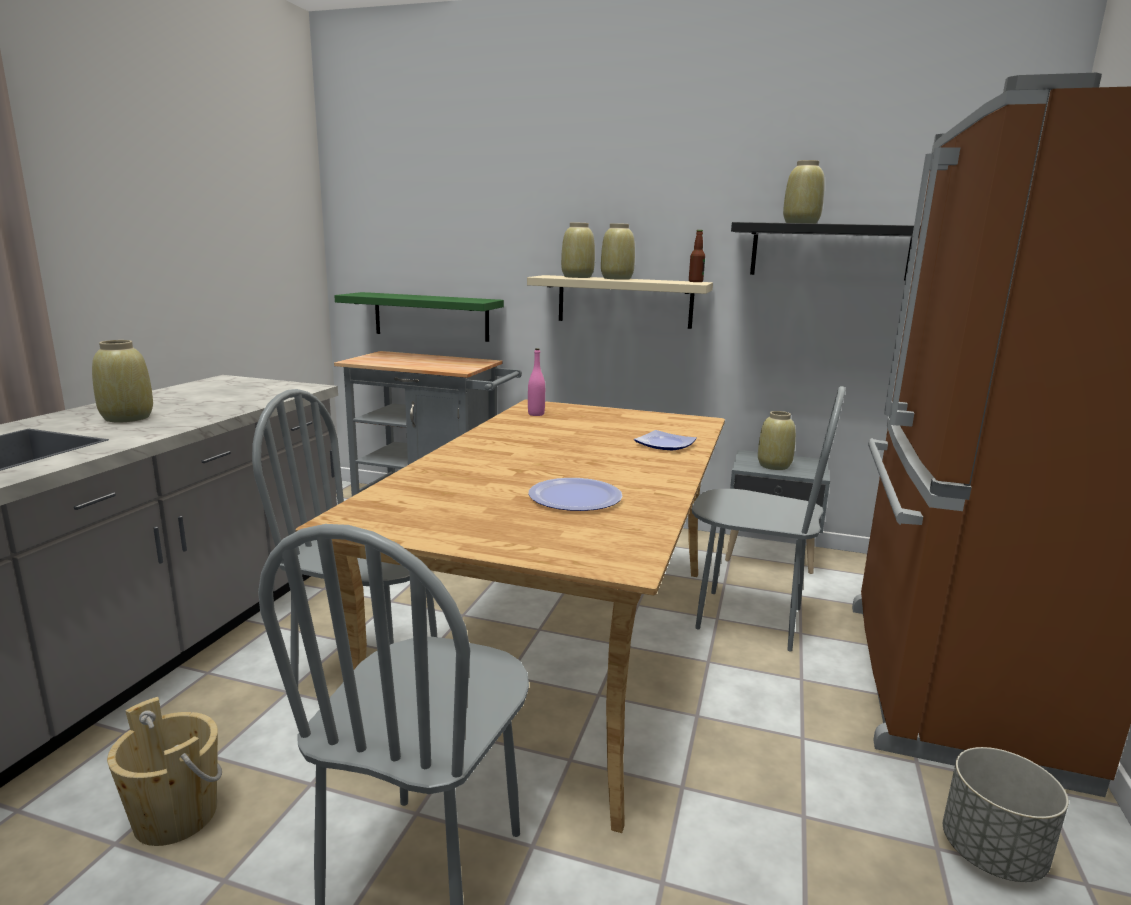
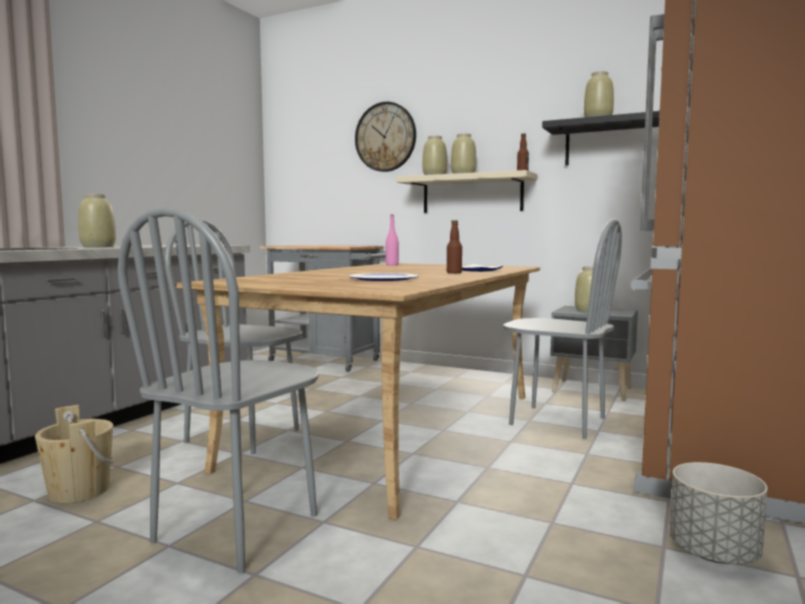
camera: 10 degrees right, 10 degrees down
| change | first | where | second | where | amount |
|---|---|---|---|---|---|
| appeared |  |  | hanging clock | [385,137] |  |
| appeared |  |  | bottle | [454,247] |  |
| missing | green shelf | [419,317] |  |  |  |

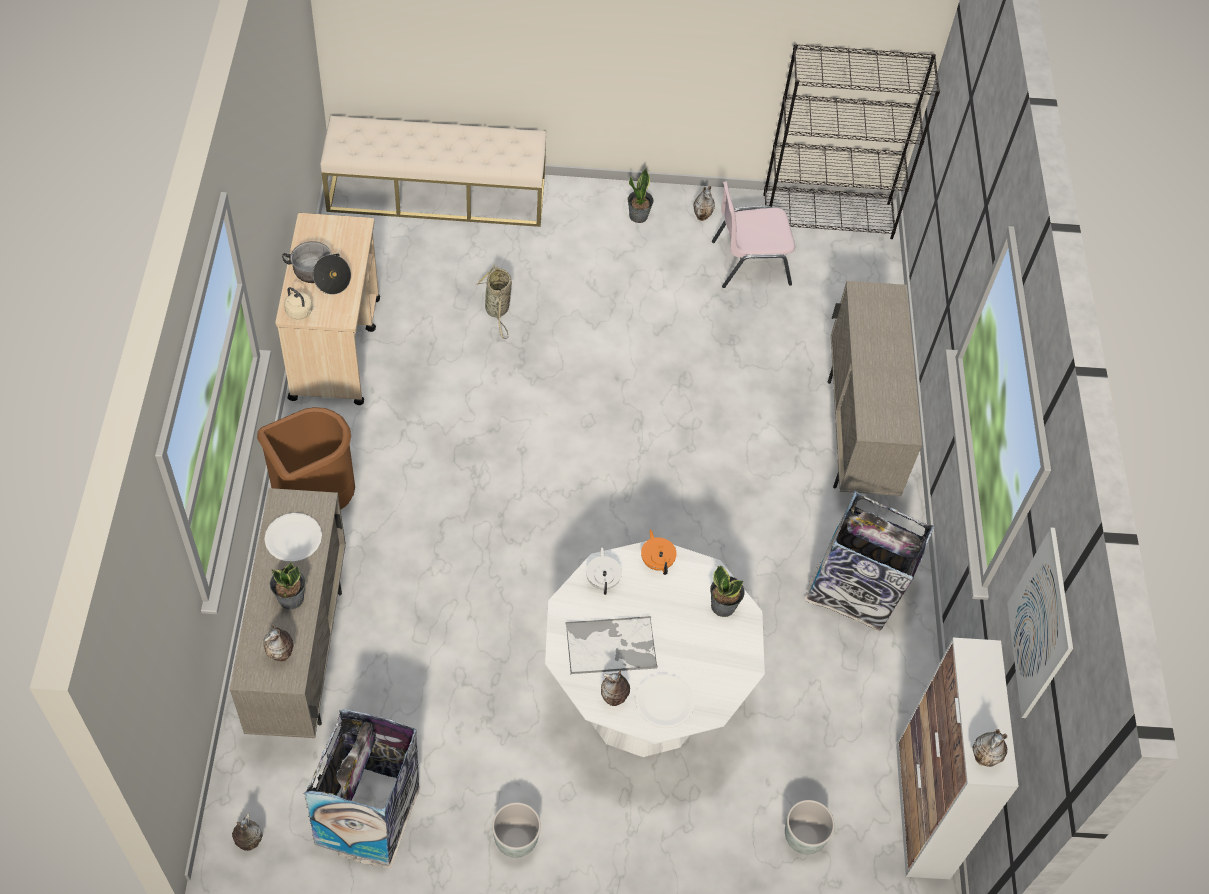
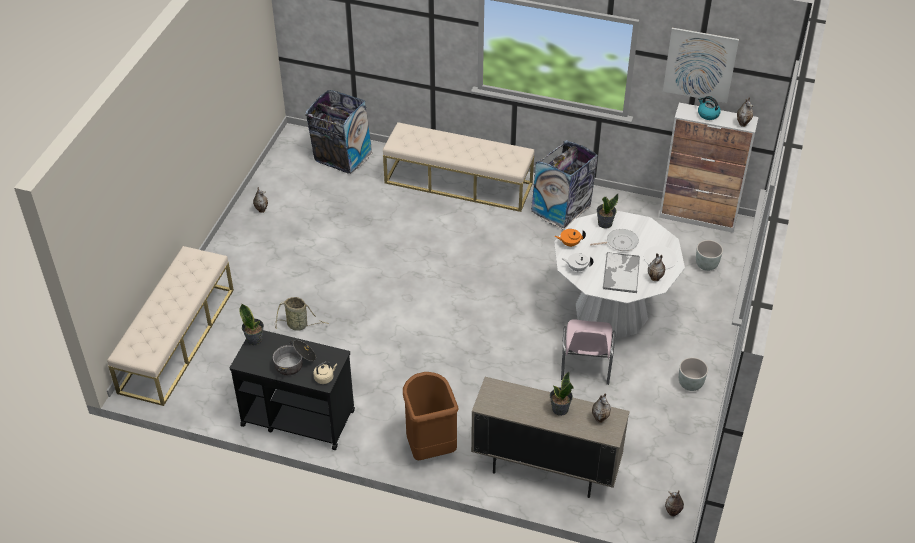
camera: 70 degrees left, 10 degrees down
| change | first | where | second | where | amount |
|---|---|---|---|---|---|
| colour | beige-coloured trolley | [327,309] | black trolley | [292,390] |  |
| relocated | plant in a pot | [641,195] |  | [251,324] |  |
| relocated | waste bin | [361,789] |  | [339,132] |  |
| exchanged | beige-coloured cabinet | [875,388] | beige-coloured long seat | [458,167] |  |
| relocated | pinkish upright chair | [753,234] |  | [588,352] |  |
| appeared |  |  | skillet | [614,240] |  |
| appeared |  |  | kettle | [709,108] |  |
| missing | whitish flat dish | [293,537] |  |  |  |
| missing | black shelving unit | [851,141] |  |  |  |

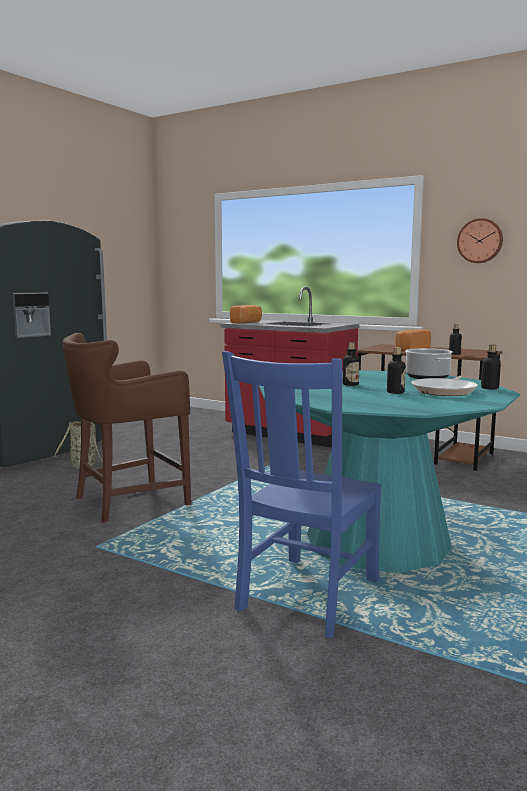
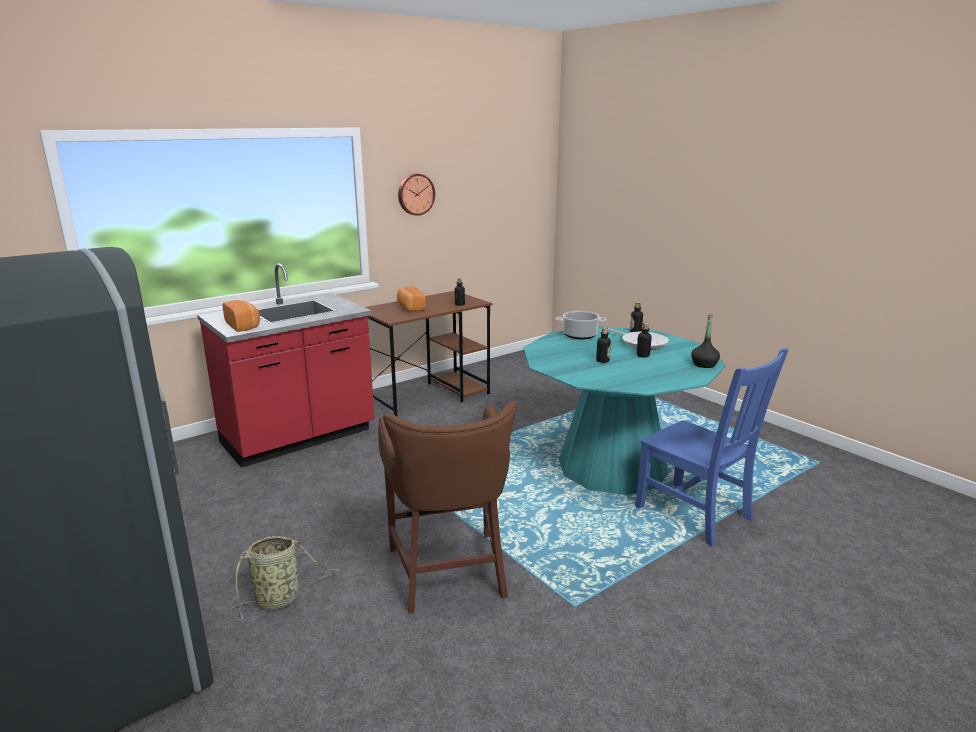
camera: 70 degrees left, 10 degrees up
| change | first | where | second | where | amount |
|---|---|---|---|---|---|
| appeared |  |  | black bottle | [705,341] |  |

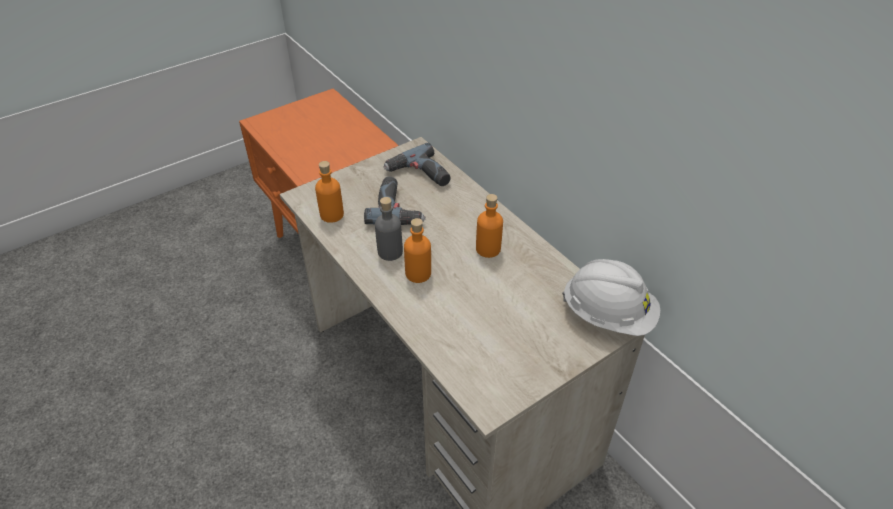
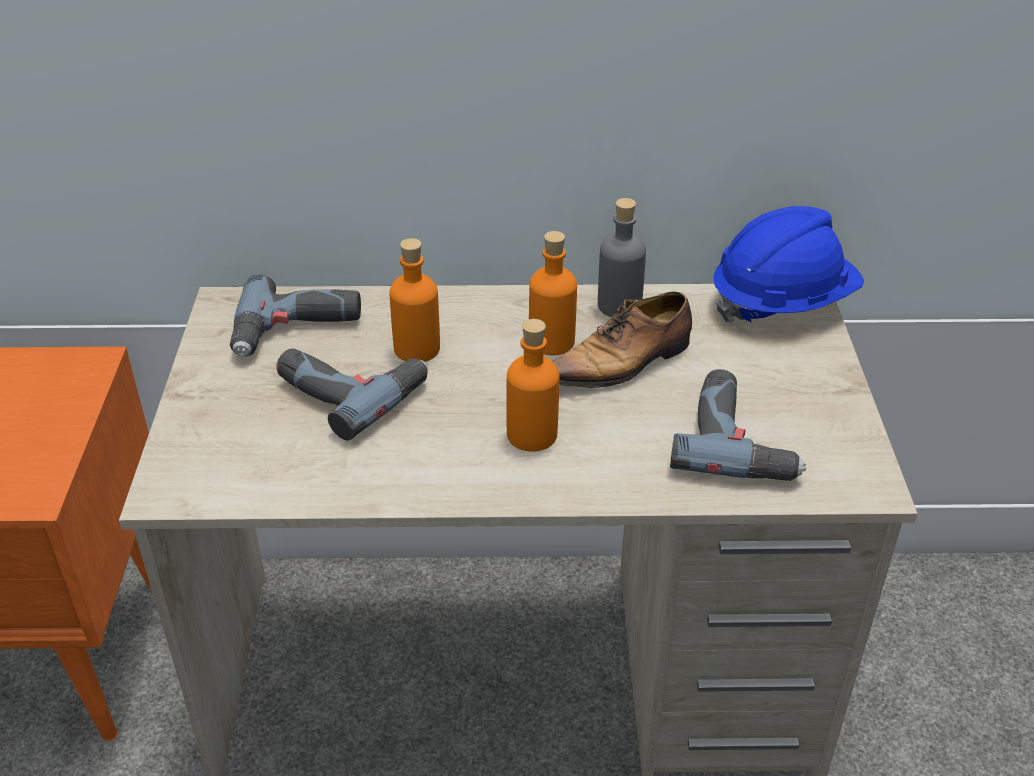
camera: 55 degrees left, 5 degrees down
| change | first | where | second | where | amount |
|---|---|---|---|---|---|
| relocated | orange-coloured bottle | [329,192] |  | [414,300] |  |
| appeared |  |  | shoe | [622,343] |  |
| relocated | gray bottle | [389,229] |  | [622,257] |  |
| appeared |  |  | electric drill | [738,425] |  |
| colour | whitish hard hat | [611,297] | blue-coloured hard hat | [788,264] |  |

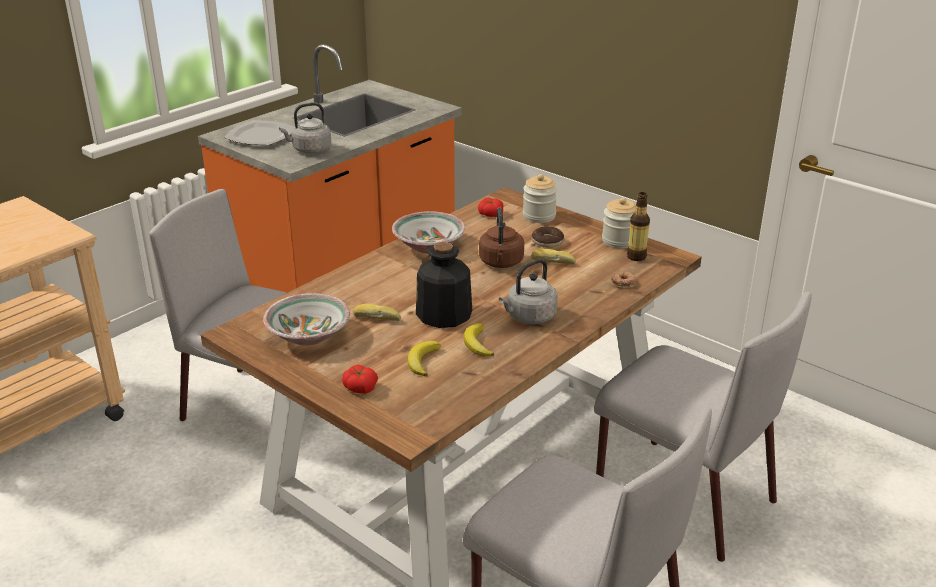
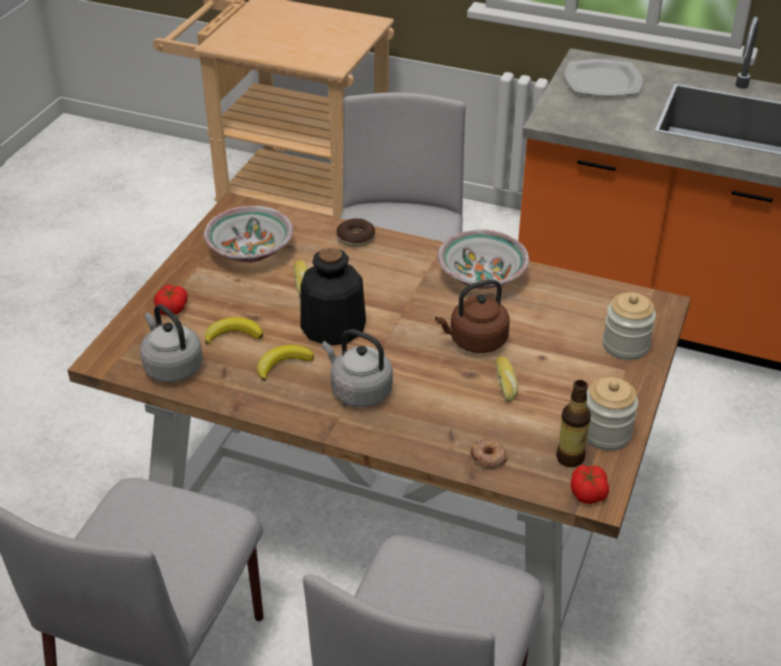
camera: 70 degrees right, 10 degrees up
| change | first | where | second | where | amount |
|---|---|---|---|---|---|
| relocated | gray kettle | [305,128] |  | [171,343] |  |
| relocated | donut | [548,237] |  | [355,232] |  |
| relocated | whole tomato | [490,207] |  | [590,484] |  |

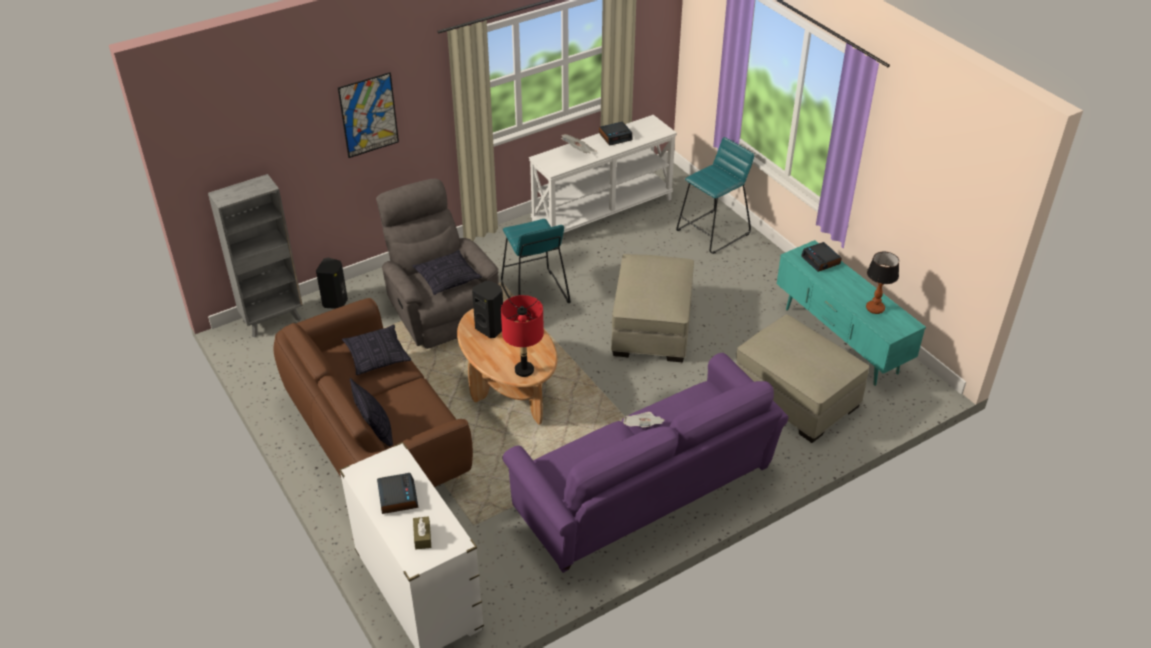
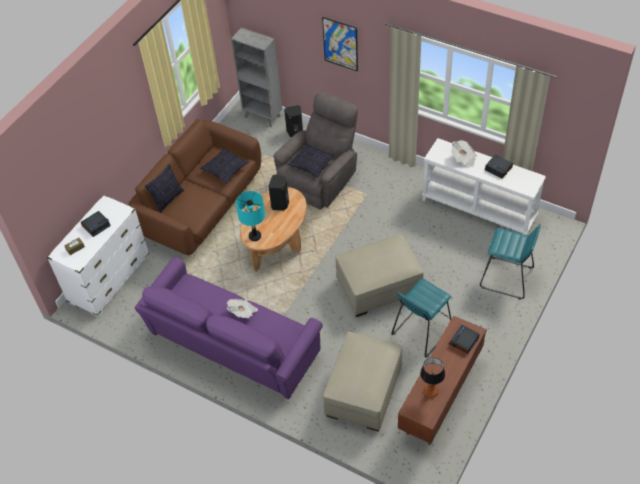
camera: 65 degrees right, 10 degrees up
| change | first | where | second | where | amount |
|---|---|---|---|---|---|
| colour | reddish tabletop lamp | [522,336] | blue-green tabletop lamp | [250,216] |  |
| relocated | blue-green stool seat | [536,261] |  | [421,317] |  |
| colour | blue-green tv stand | [851,313] | brown-coloured tv stand | [442,380] |  |

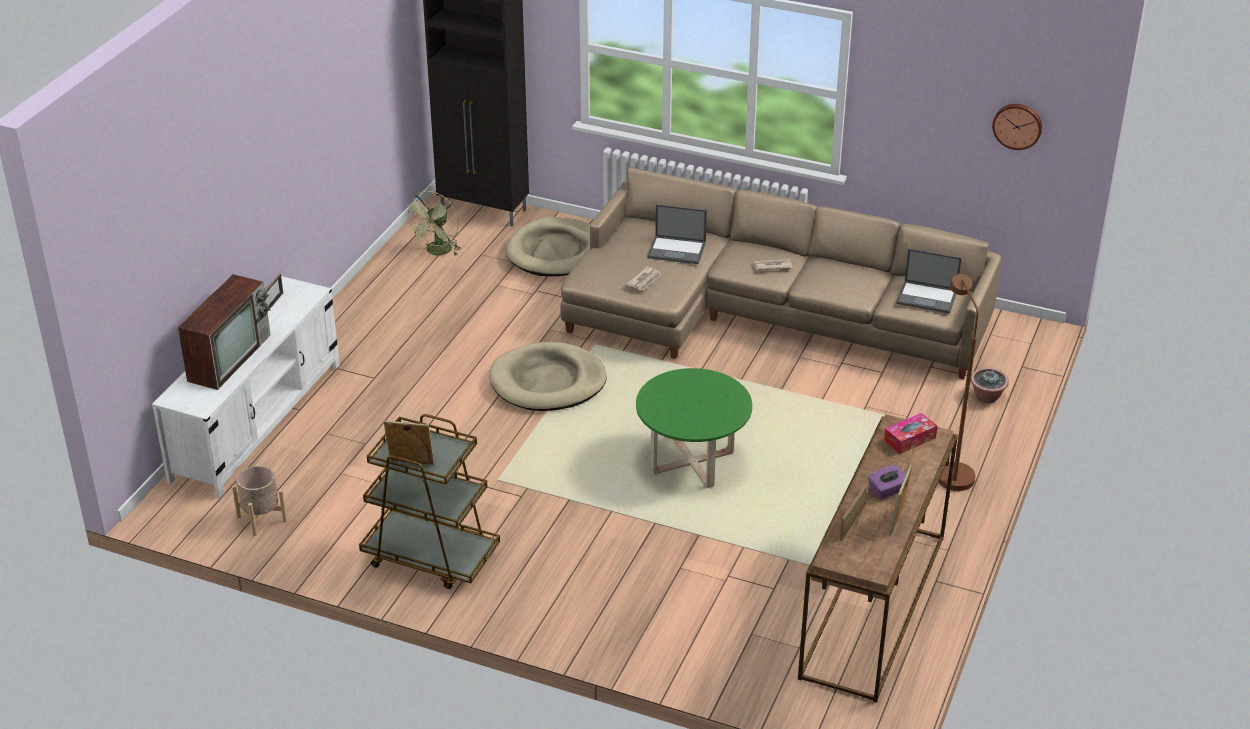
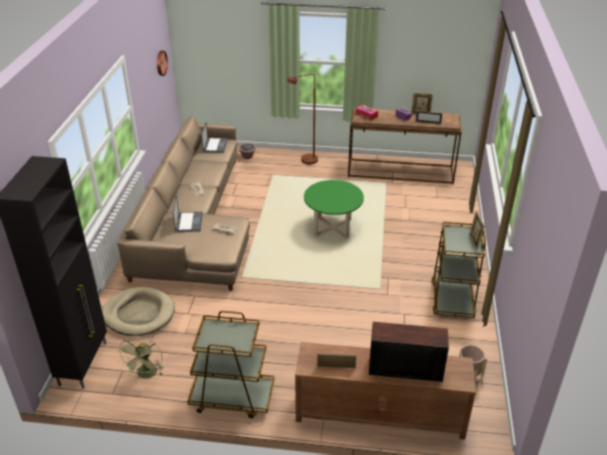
camera: 105 degrees left, 0 degrees up
| change | first | where | second | where | amount |
|---|---|---|---|---|---|
| spun | green electric fan | [432,223] |  | [140,357] | 90 degrees clockwise |
| appeared |  |  | brown-coloured trolley | [230,364] |  |
| colour | whitish tv stand | [246,387] | brown-coloured tv stand | [385,391] |  |
| missing | beige-coloured dog cushion | [548,376] |  |  |  |

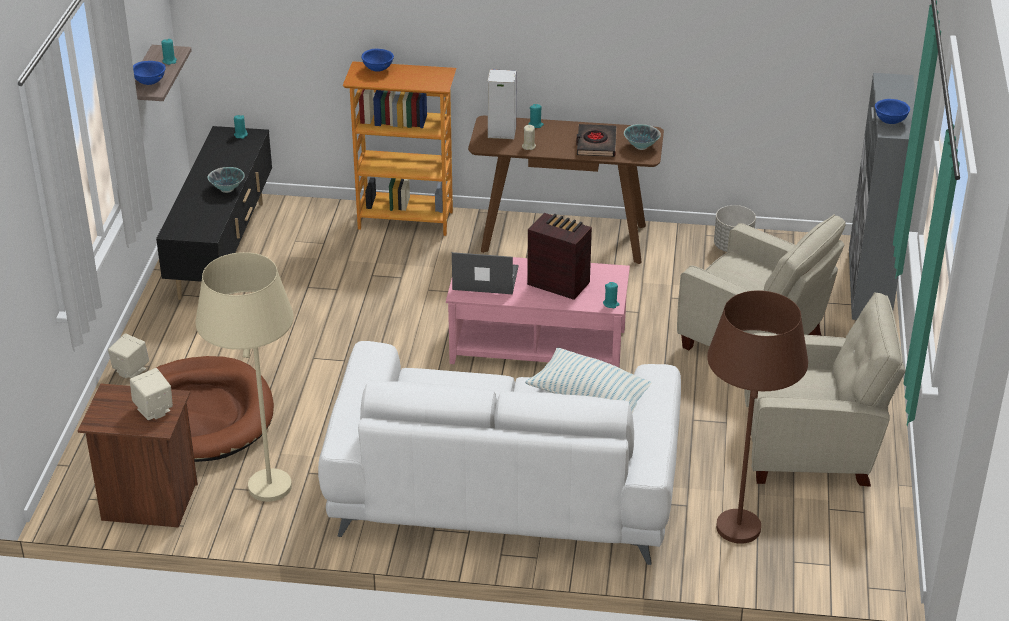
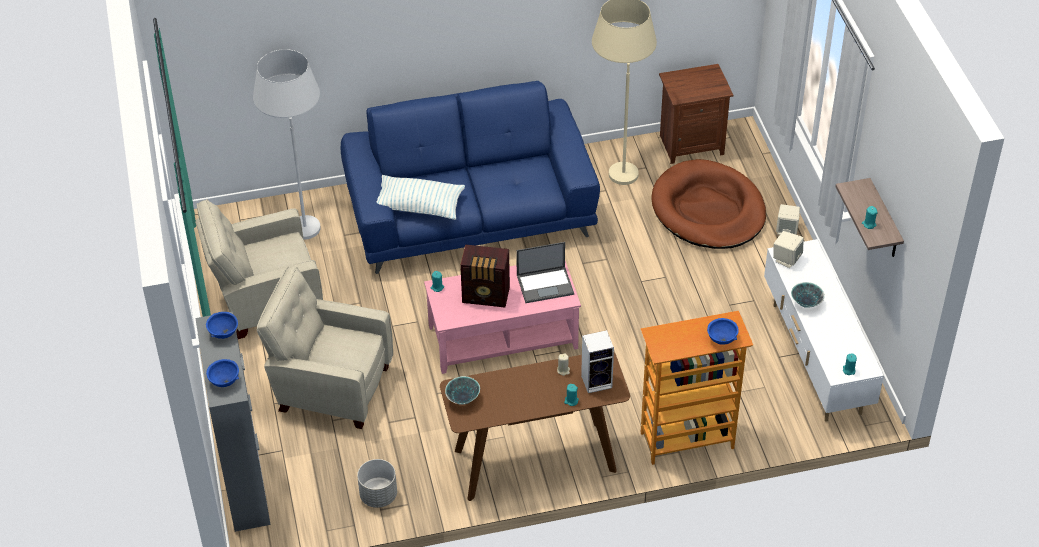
camera: 160 degrees right, 10 degrees up
| change | first | where | second | where | amount |
|---|---|---|---|---|---|
| relocated | blue-coloured deep dish | [149,73] |  | [222,373] |  |
| colour | brown-coloured standing lamp | [757,417] | whitish standing lamp | [287,144] |  |
| colour | whitish settee | [499,453] | blue-coloured settee | [470,177] |  |
| colour | black tv stand | [214,213] | whitish tv stand | [824,330] |  |
| relocated | beige-coloured audio speaker | [151,394] |  | [788,249] |  |
| missing | black volume | [596,140] |  |  |  |

